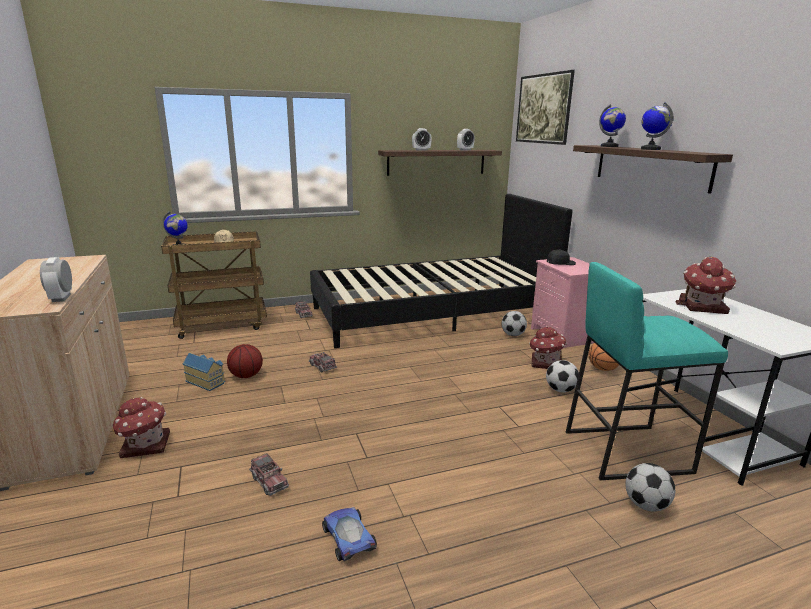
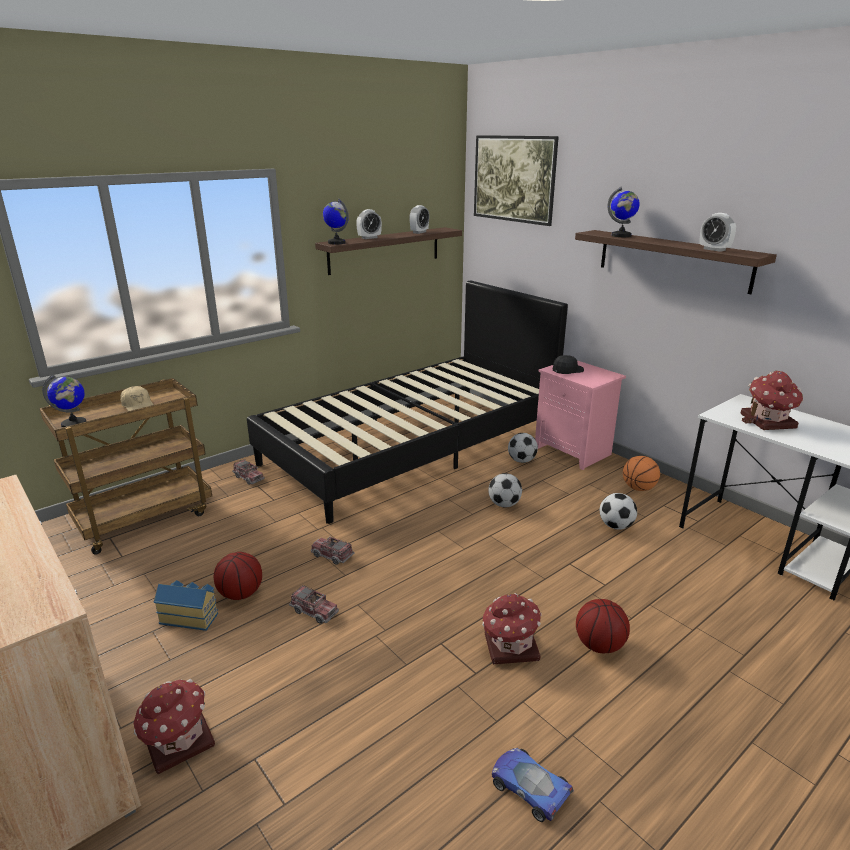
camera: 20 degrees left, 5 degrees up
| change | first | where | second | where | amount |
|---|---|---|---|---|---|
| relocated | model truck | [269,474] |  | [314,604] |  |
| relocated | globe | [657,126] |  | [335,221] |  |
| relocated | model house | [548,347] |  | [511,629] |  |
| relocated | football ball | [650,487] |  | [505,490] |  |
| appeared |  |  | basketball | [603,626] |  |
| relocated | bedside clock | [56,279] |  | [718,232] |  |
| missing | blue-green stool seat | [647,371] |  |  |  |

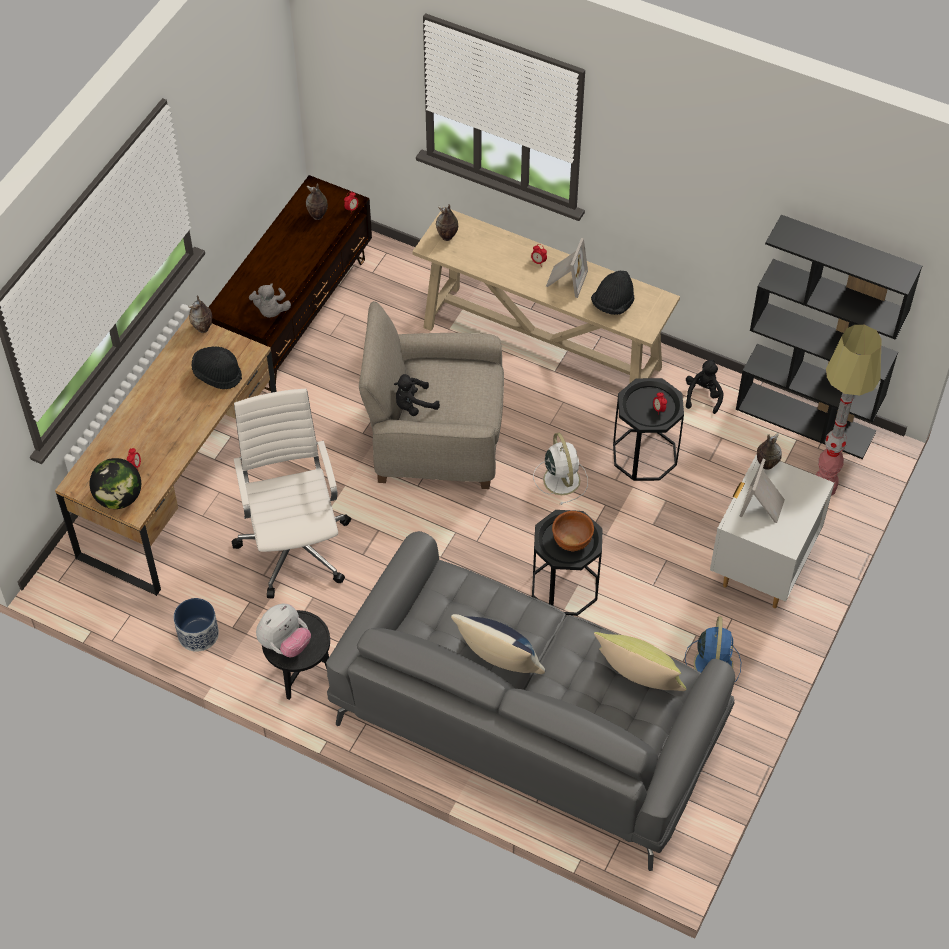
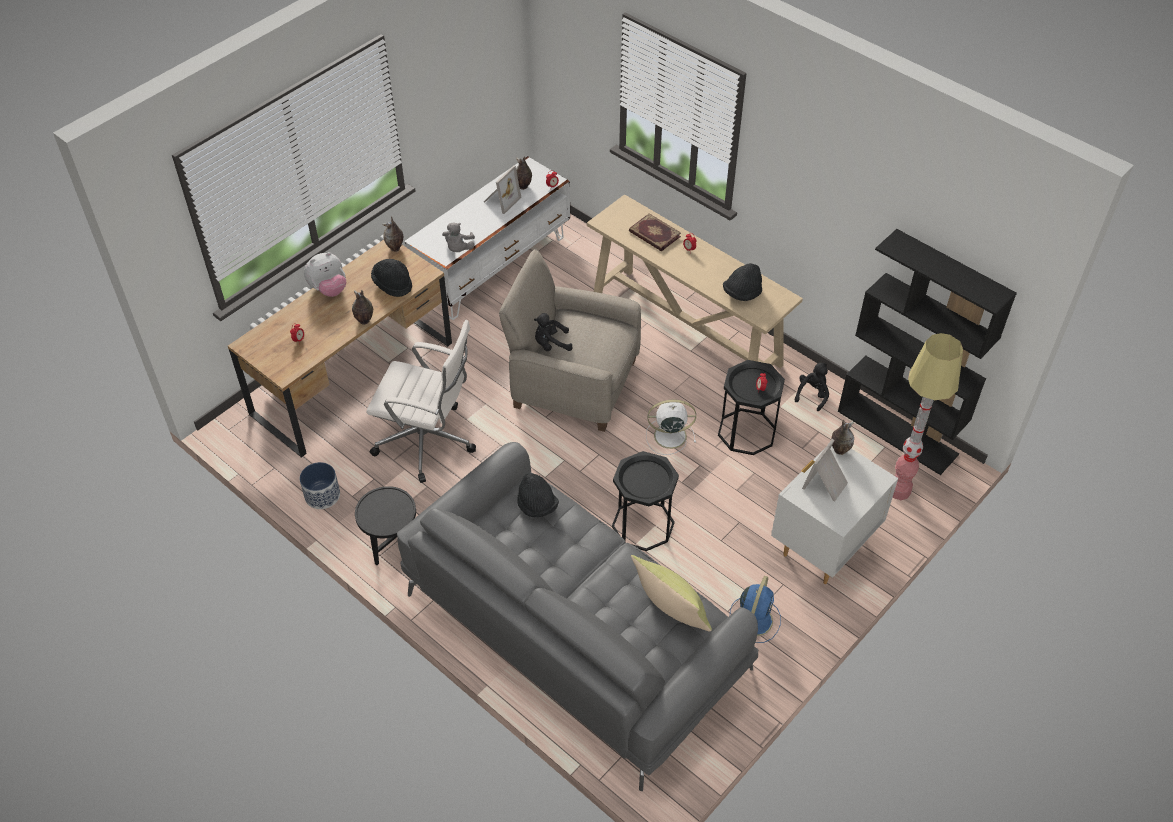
camera: 15 degrees right, 5 degrees down
| change | first | where | second | where | amount |
|---|---|---|---|---|---|
| relocated | cuddly toy | [283,630] |  | [325,274] |  |
| relocated | vase | [447,222] |  | [362,307] |  |
| spun | whitish office chair | [291,493] |  | [421,401] | 105 degrees clockwise |
| colour | brown-coloured tv stand | [290,283] | whitish tv stand | [487,238] |  |
| relocated | photo frame | [567,268] |  | [502,189] |  |
| appeared |  |  | black wearable hat | [538,495] |  |
| appeared |  |  | volume | [655,232] |  |
| spun | whitish electric fan | [560,469] |  | [671,427] | 90 degrees counterclockwise |
| missing | globe | [115,483] |  |  |  |
| missing | blue-coloured throw pillow | [498,644] |  |  |  |
| missing | brown-coloured deep dish | [573,531] |  |  |  |

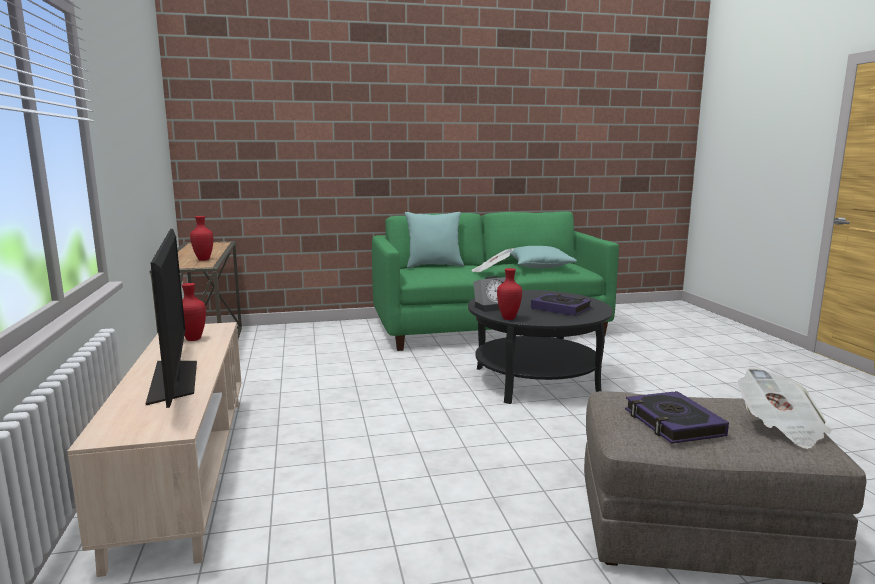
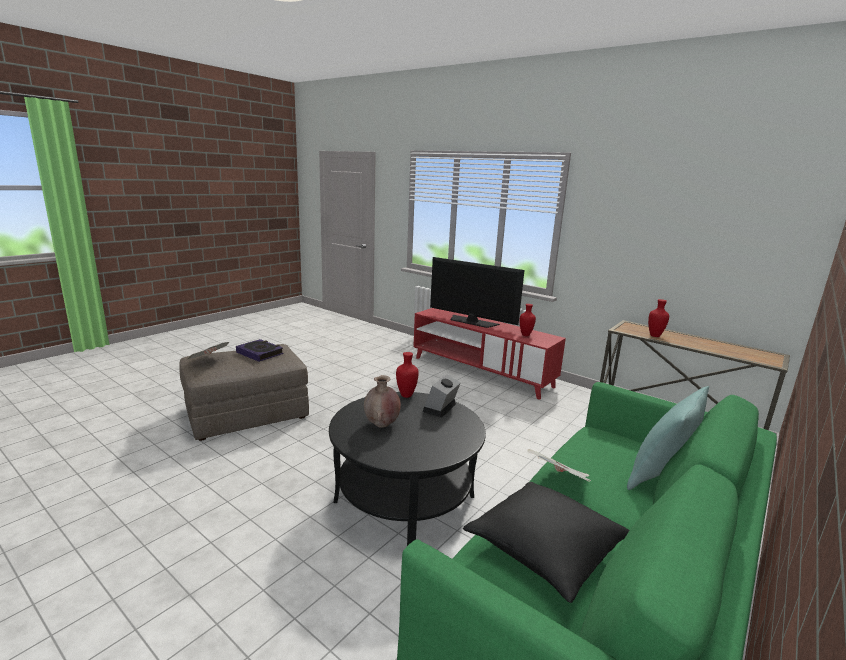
camera: 140 degrees right, 5 degrees up
| change | first | where | second | where | amount |
|---|---|---|---|---|---|
| exchanged | volume | [561,304] | brown-coloured vase | [382,401] |  |
| colour | beige-coloured tv stand | [154,449] | reddish tv stand | [489,354] |  |
| colour | blue-green throw pillow | [543,257] | black throw pillow | [546,542] |  |

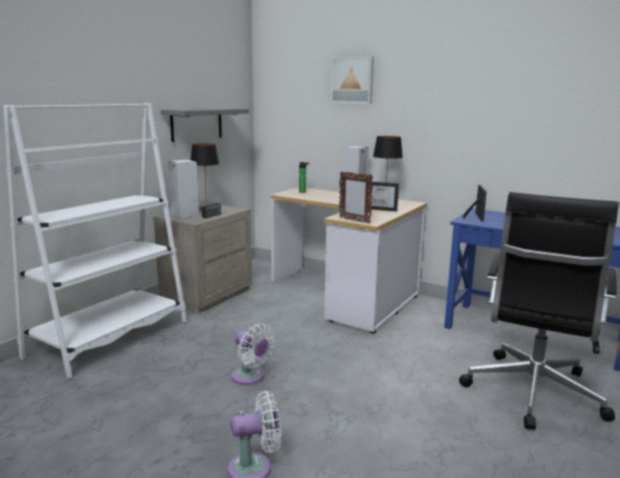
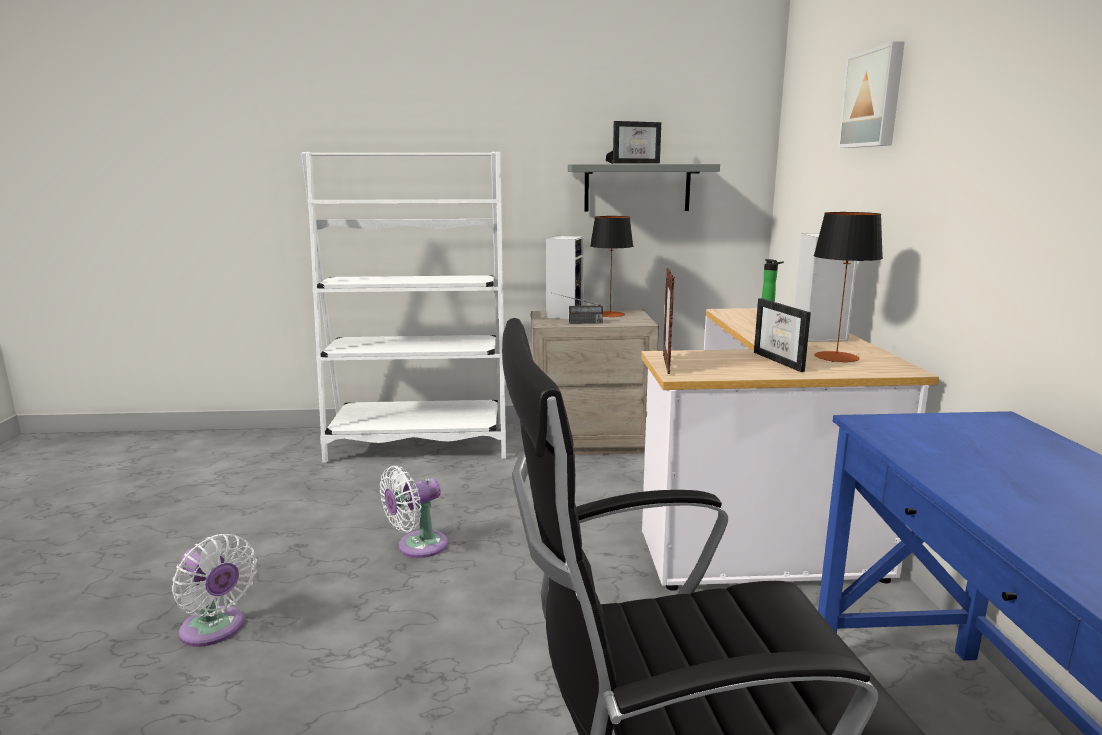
camera: 55 degrees right, 0 degrees up
| change | first | where | second | where | amount |
|---|---|---|---|---|---|
| spun | whitish electric fan | [253,354] |  | [414,512] | 45 degrees clockwise |
| relocated | photo frame | [474,203] |  | [633,142] |  |

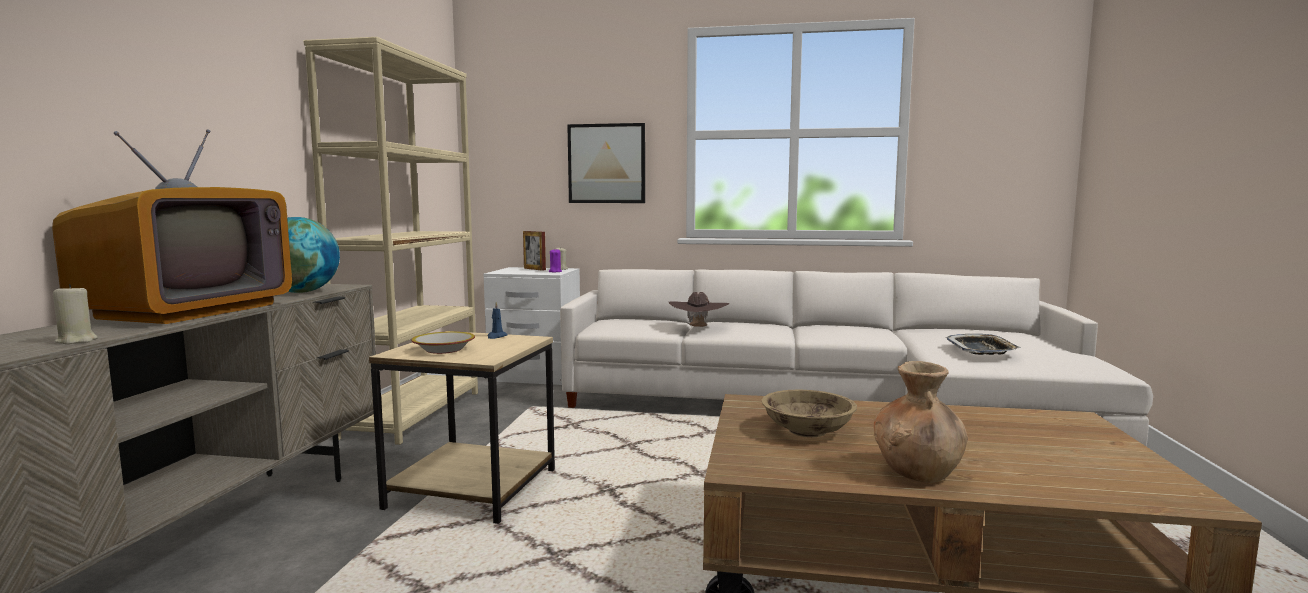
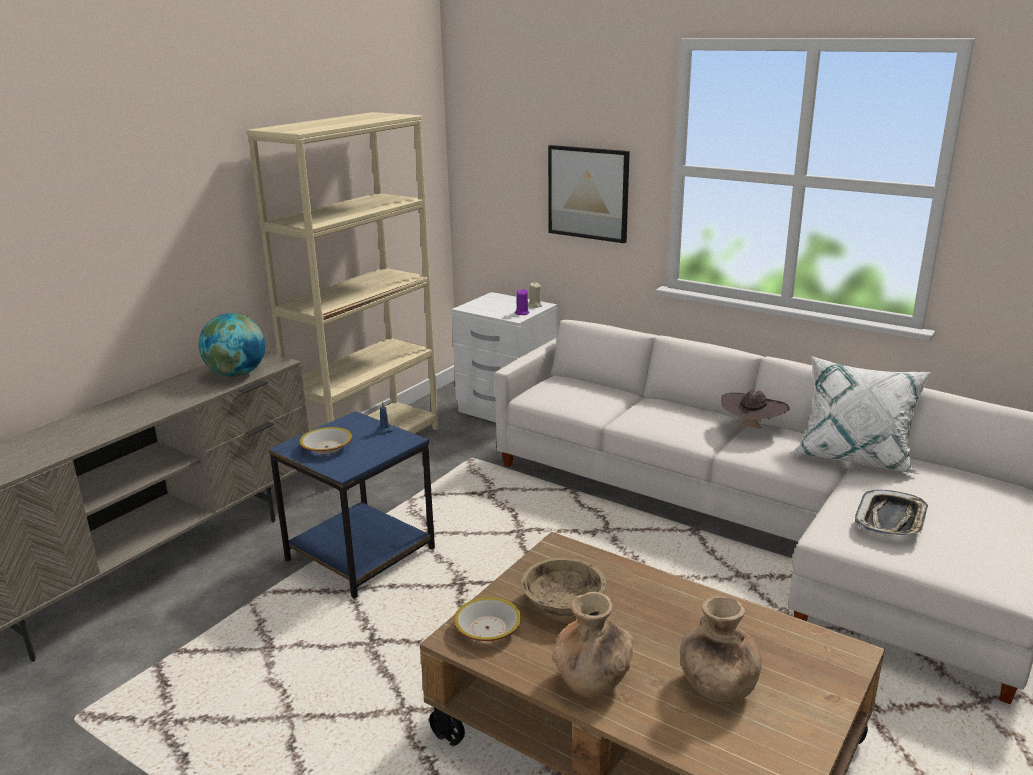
camera: 25 degrees right, 15 degrees up
| change | first | where | second | where | amount |
|---|---|---|---|---|---|
| colour | beige-coloured accent table | [462,427] | blue-coloured accent table | [351,505] |  |
| appeared |  |  | deep dish | [487,619] |  |
| appeared |  |  | brown-coloured vase | [721,649] |  |
| relocated | brown-coloured wearable hat | [699,309] |  | [755,409] |  |
| appeared |  |  | whitish throw pillow | [861,415] |  |
| missing | TV set | [172,226] |  |  |  |
| missing | beige-coloured wax light | [75,314] |  |  |  |
| missing | photo frame | [534,251] |  |  |  |

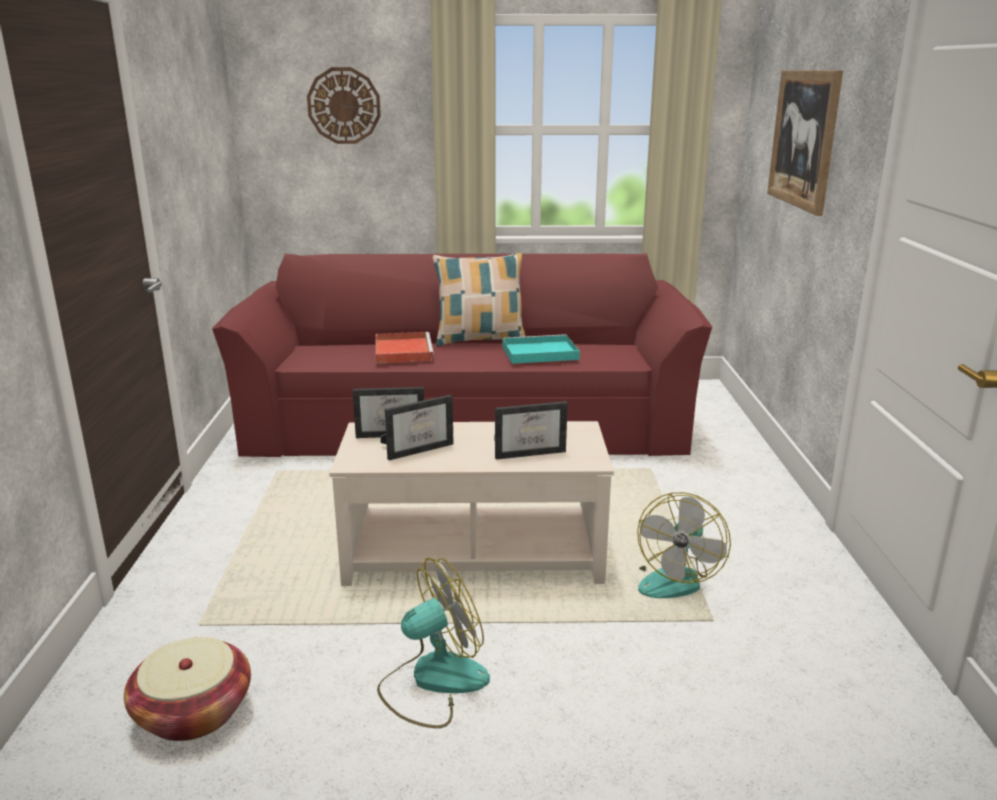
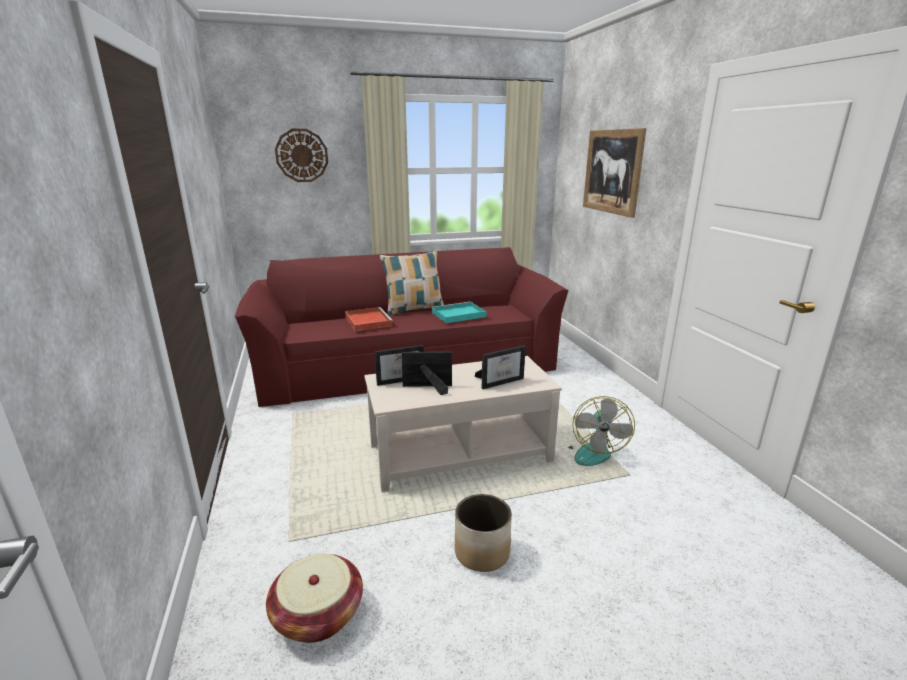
camera: 15 degrees left, 0 degrees up
| change | first | where | second | where | amount |
|---|---|---|---|---|---|
| spun | photo frame | [417,427] |  | [426,373] | 135 degrees counterclockwise |
| exchanged | electric fan | [433,643] | flower pot | [483,533] |  |

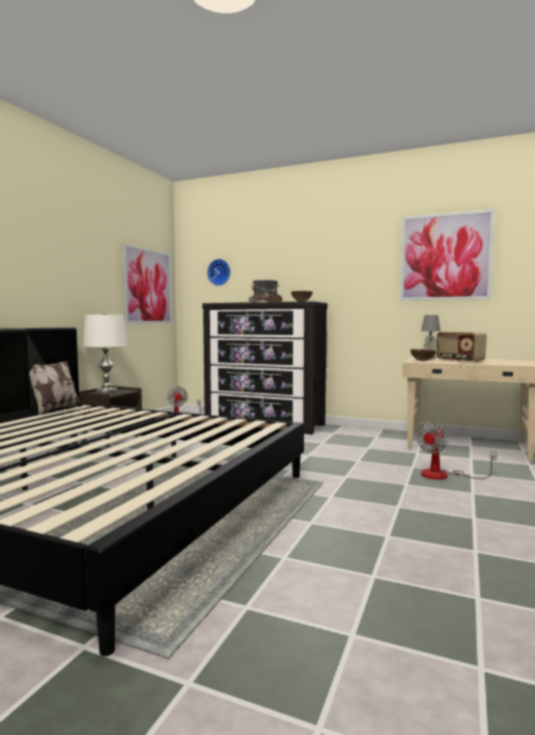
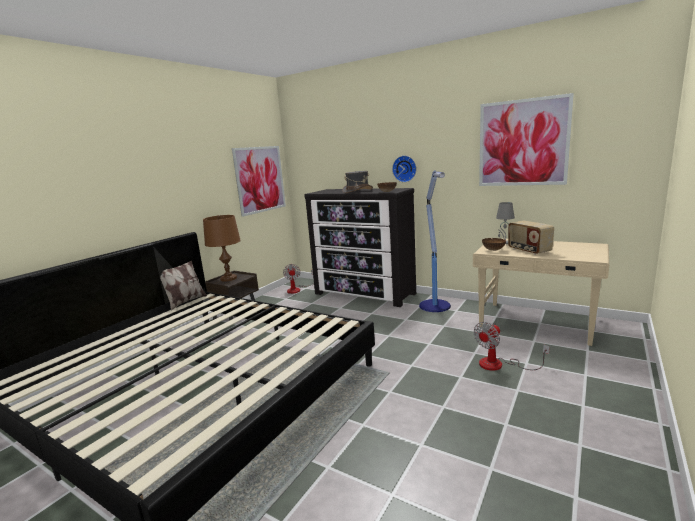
camera: 10 degrees right, 10 degrees up
| change | first | where | second | where | amount |
|---|---|---|---|---|---|
| colour | whitish tabletop lamp | [105,352] | brown-coloured tabletop lamp | [222,248] |  |
| relocated | hanging clock | [218,272] |  | [404,169] |  |
| appeared |  |  | standing lamp | [435,241] |  |

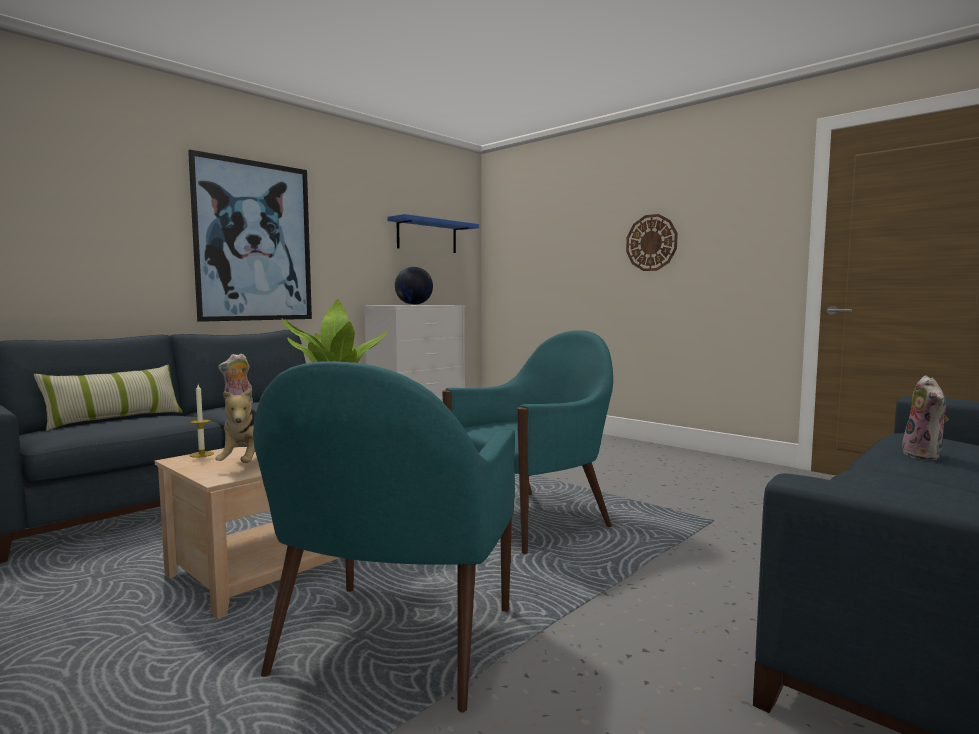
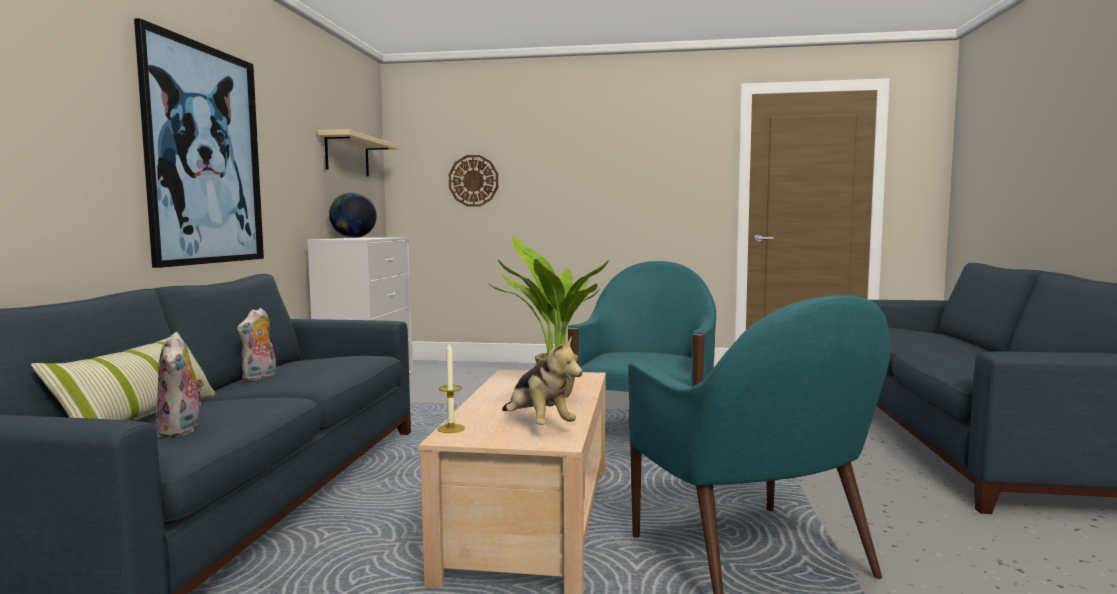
camera: 35 degrees left, 0 degrees up
| change | first | where | second | where | amount |
|---|---|---|---|---|---|
| relocated | cuddly toy | [925,418] |  | [180,385] |  |
| colour | blue-coloured shelf | [433,233] | beige-coloured shelf | [358,153] |  |
| relocated | hanging clock | [652,242] |  | [473,181] |  |

